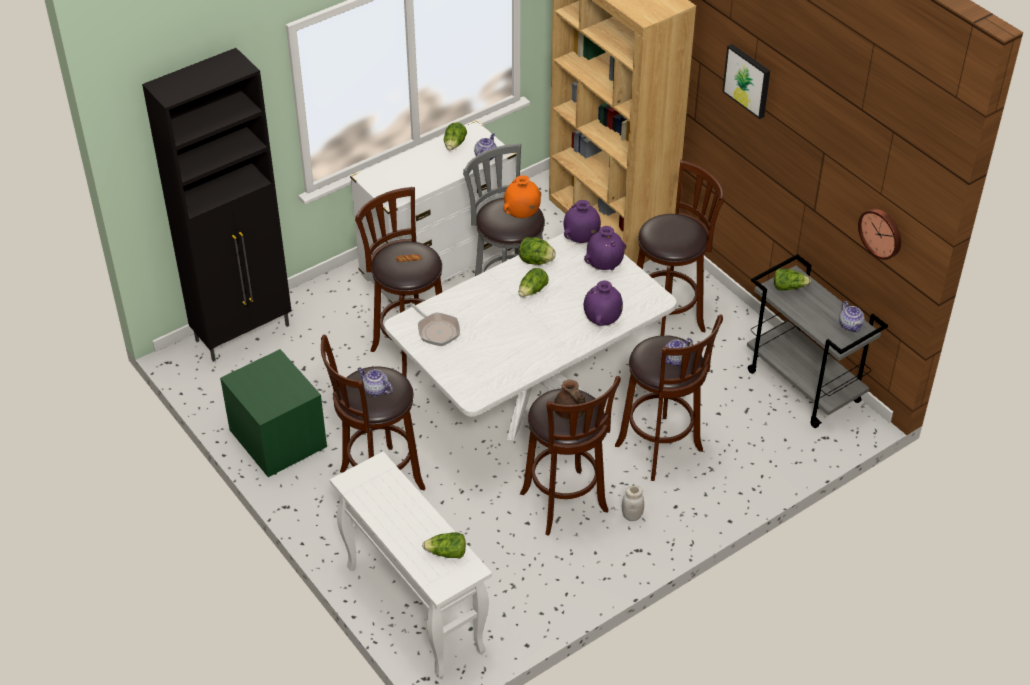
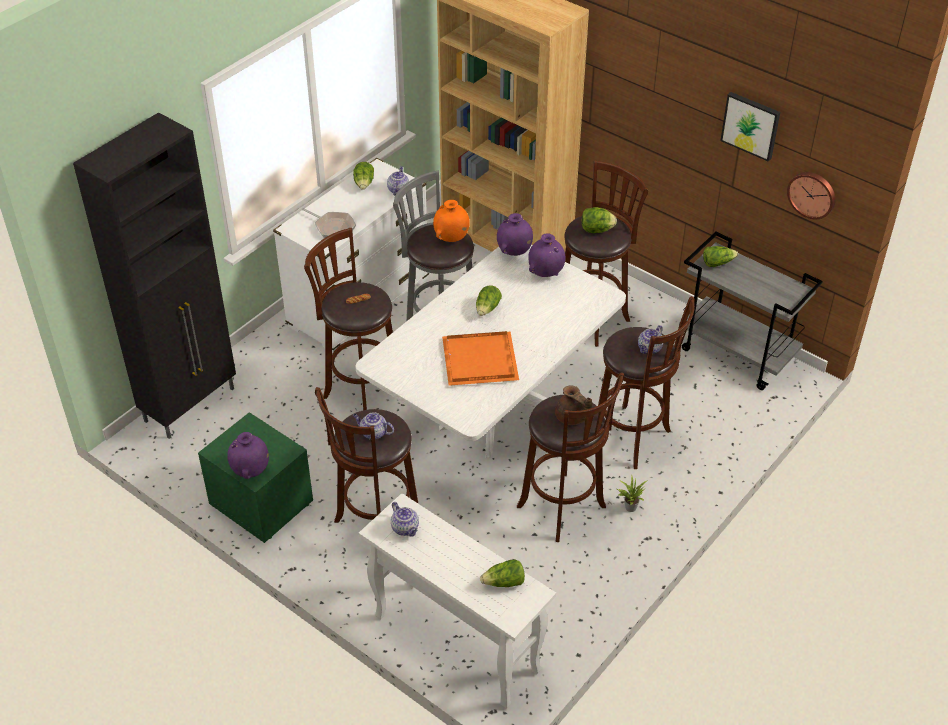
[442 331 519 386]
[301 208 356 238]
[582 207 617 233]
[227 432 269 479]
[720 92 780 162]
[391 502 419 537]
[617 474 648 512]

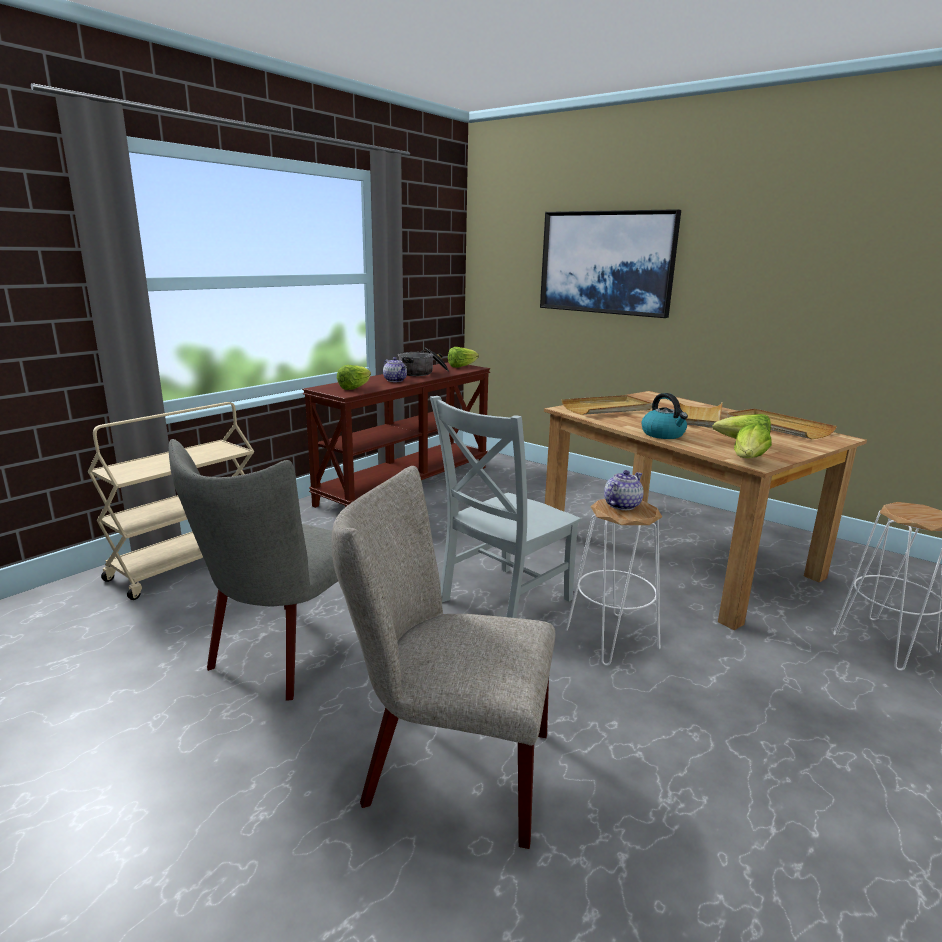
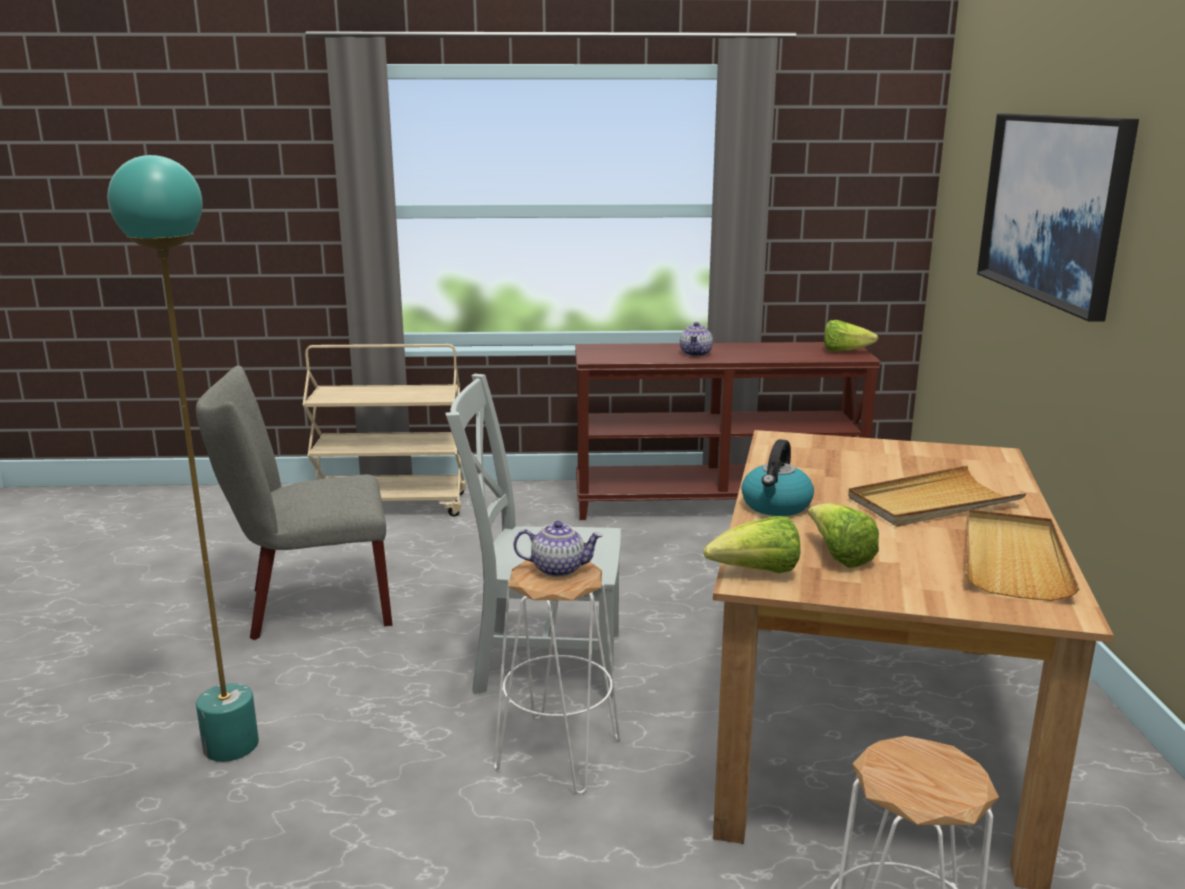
[337 365 371 390] (first image)
[398 347 449 376] (first image)
[561 395 652 415] (first image)
[107 155 259 762]

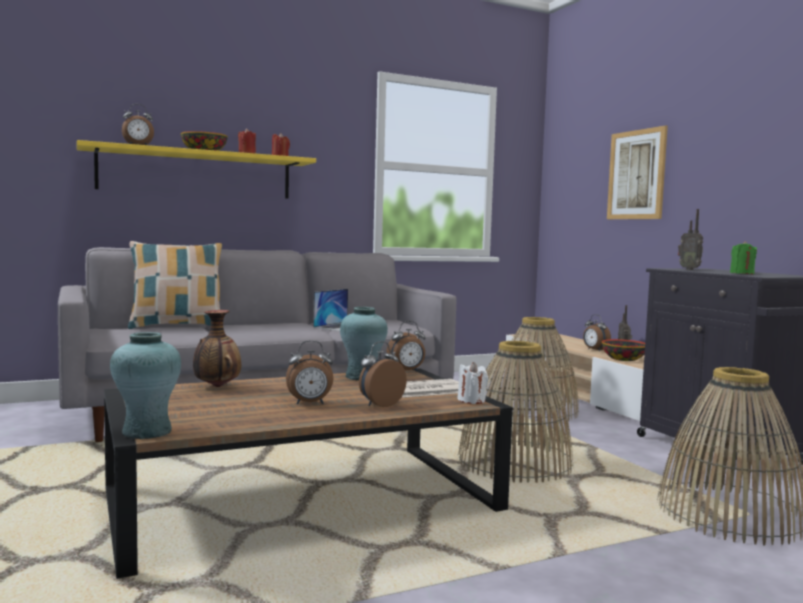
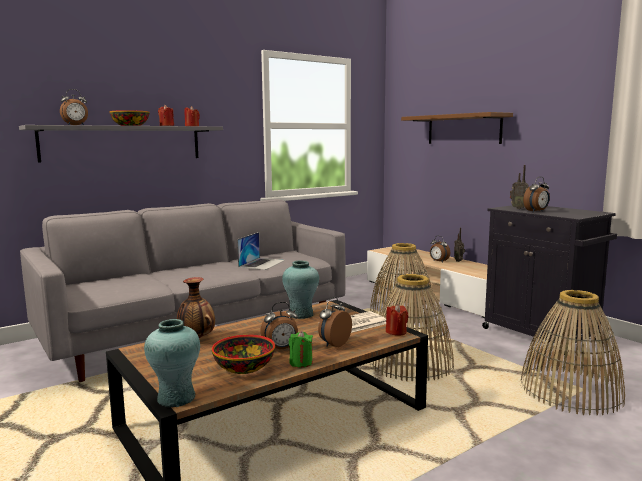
[128 241 222 329] (first image)
[523 177 550 212]
[212 335 275 374]
[289 331 313 367]
[401 112 513 144]
[19 125 223 162]
[386 304 408 336]

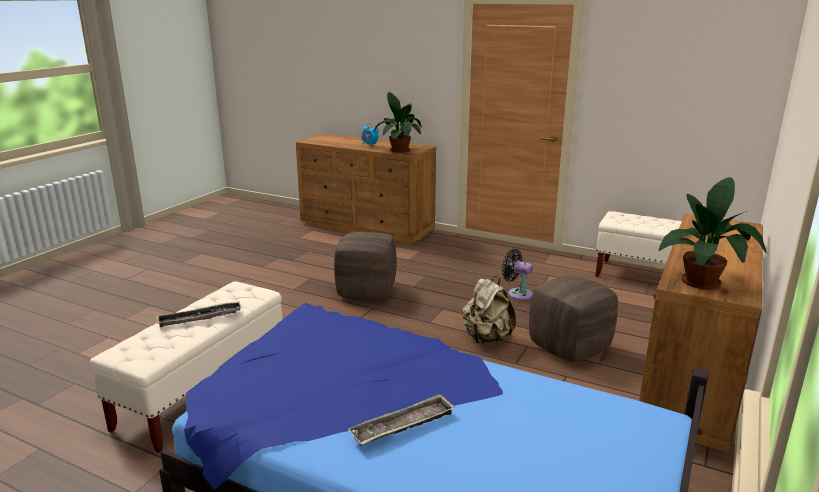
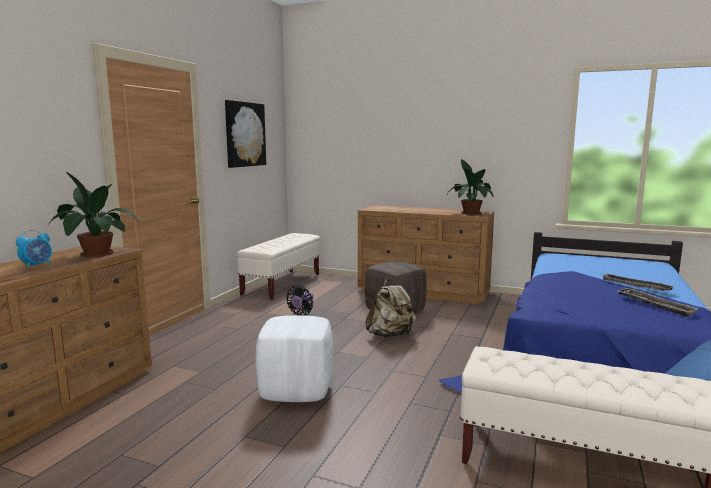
[225 100 266 168]
[618 288 699 317]
[255 315 334 402]

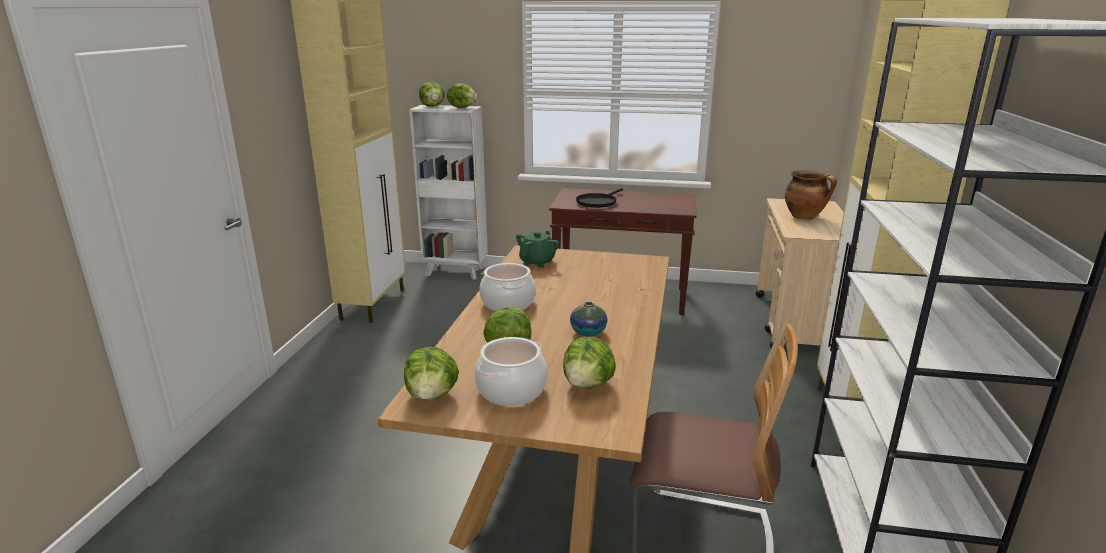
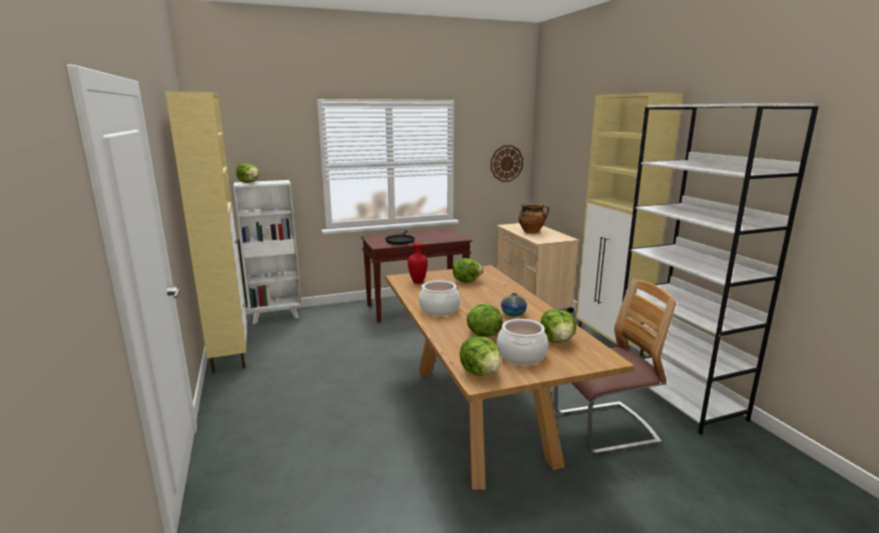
[491 145 523 182]
[453 258 484 283]
[408 243 428 284]

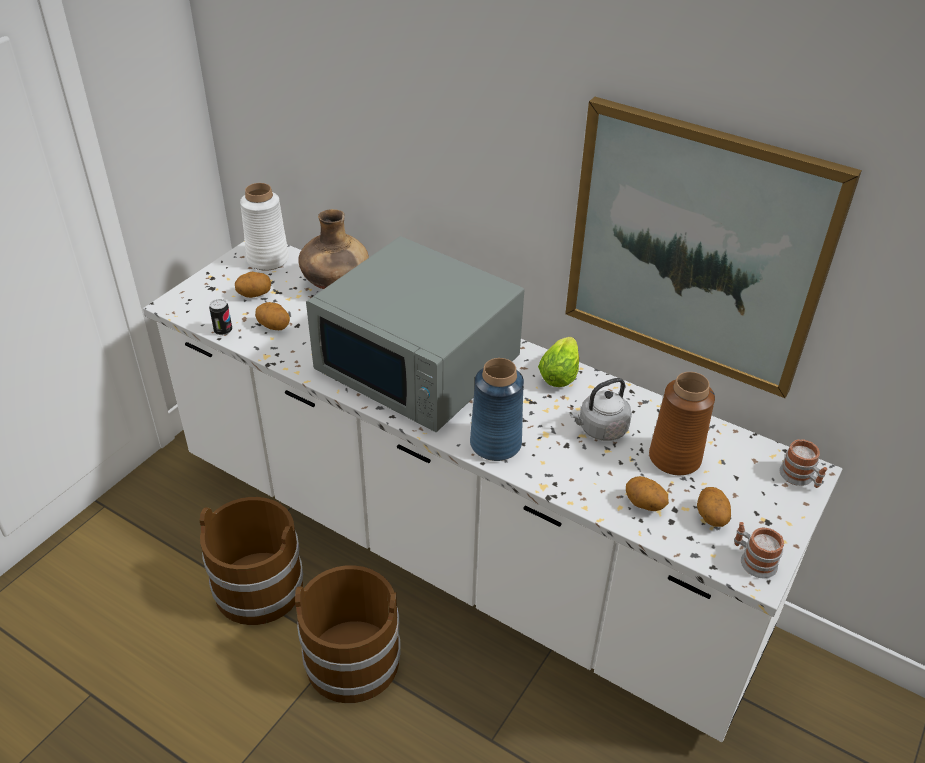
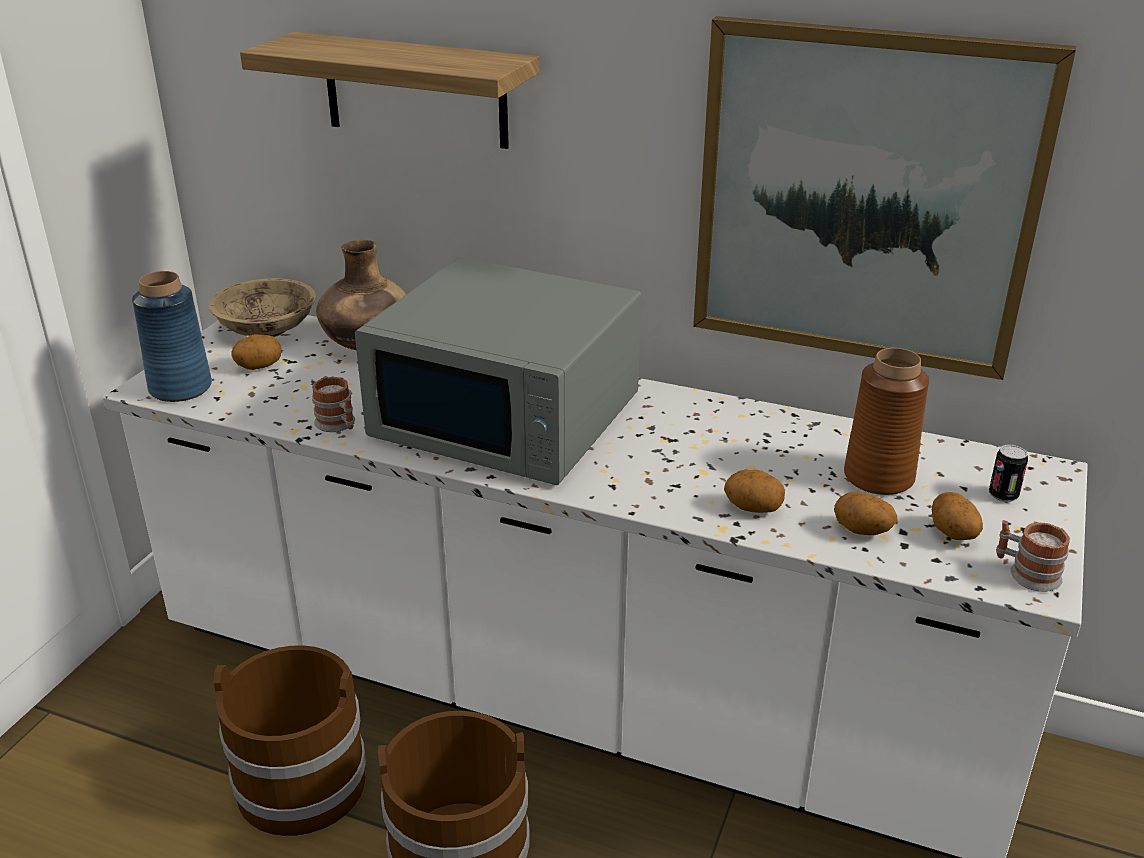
[538 337 579 387] (first image)
[569 378 632 441] (first image)
[240 32 539 149]
[989 444 1028 502]
[724 470 785 513]
[132 271 212 402]
[312 377 355 432]
[209 278 316 337]

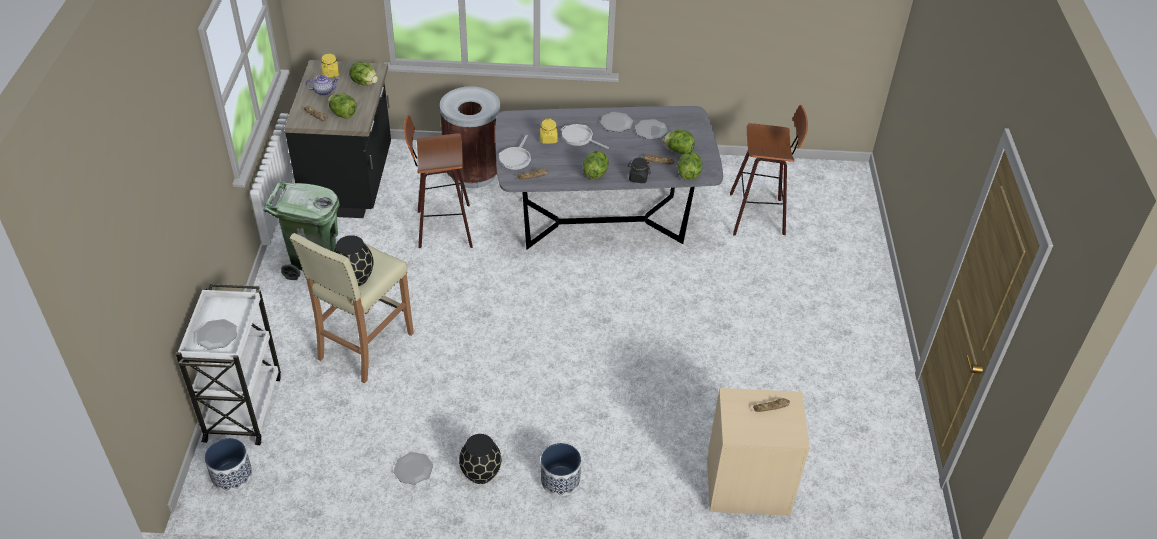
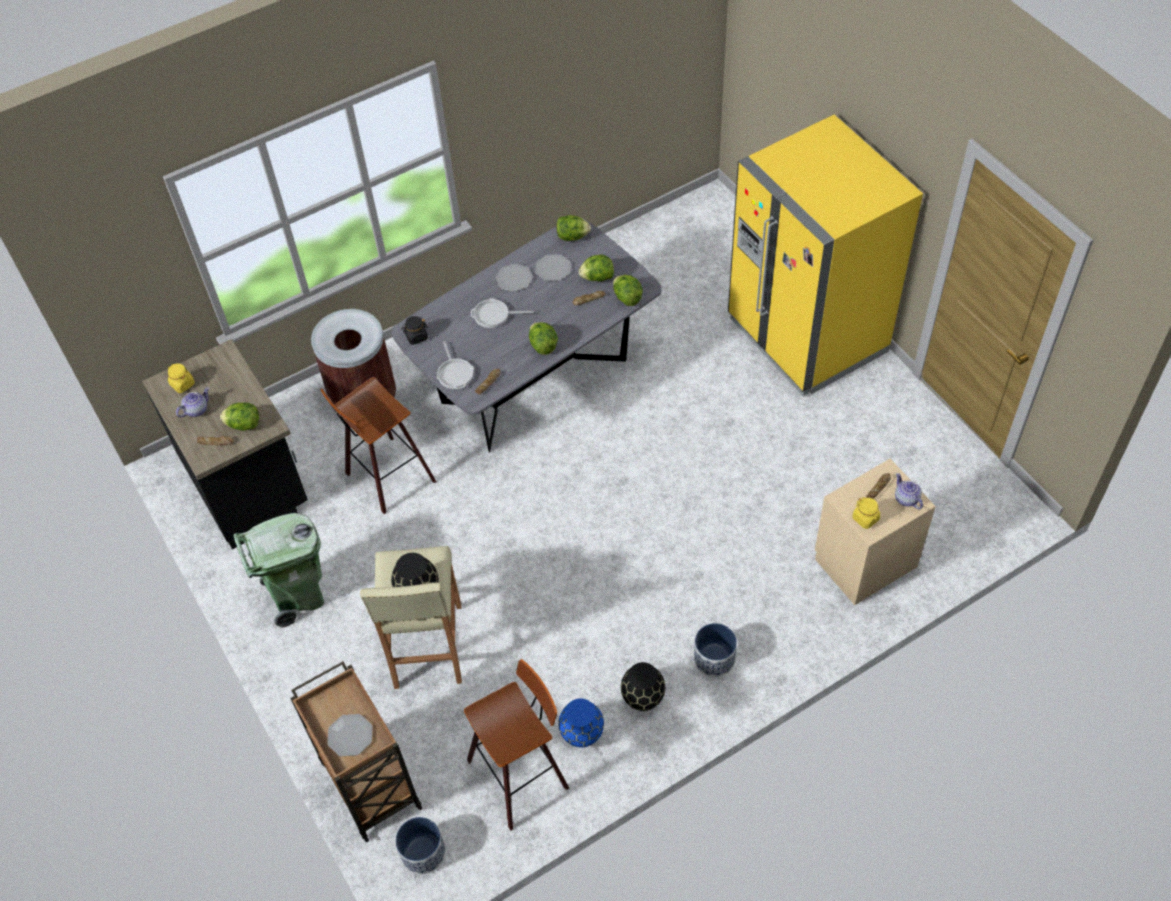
[728 115 923 397]
[895 473 923 509]
[556 215 591 241]
[853 497 880 529]
[401 316 428 345]
[464 659 569 831]
[559 698 604 747]
[290 661 423 842]

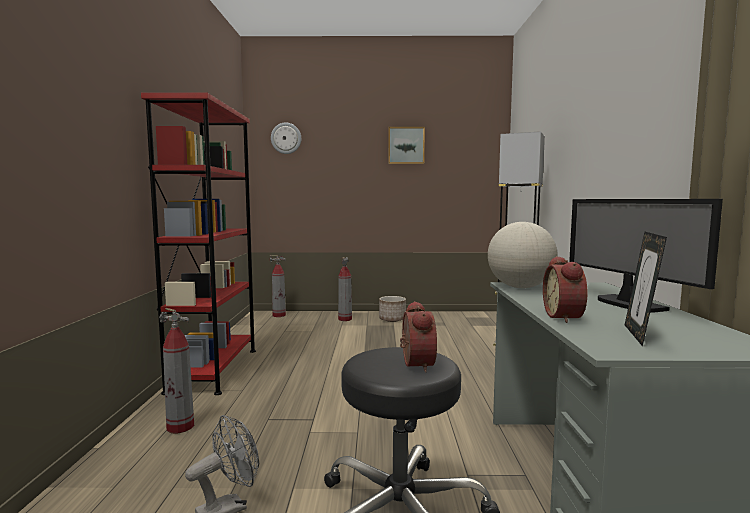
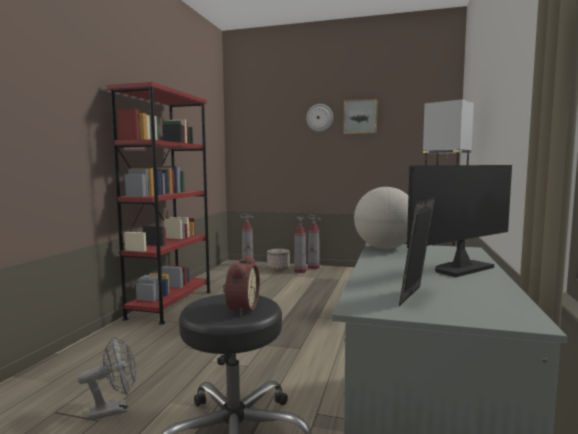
[543 256 588 323] (first image)
[307 214 320 269]
[306 104 333 132]
[267 249 290 271]
[407 165 512 277]

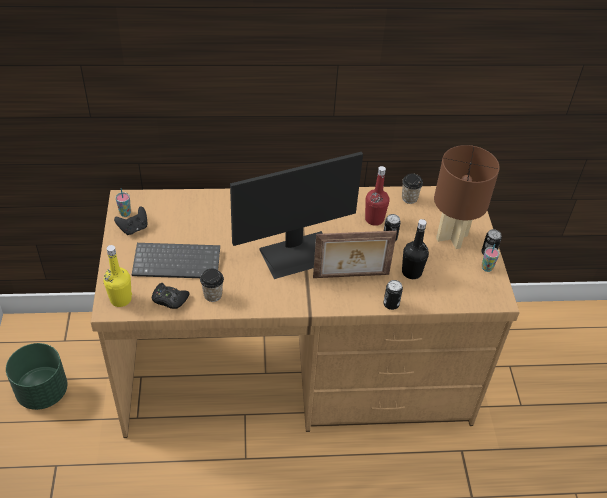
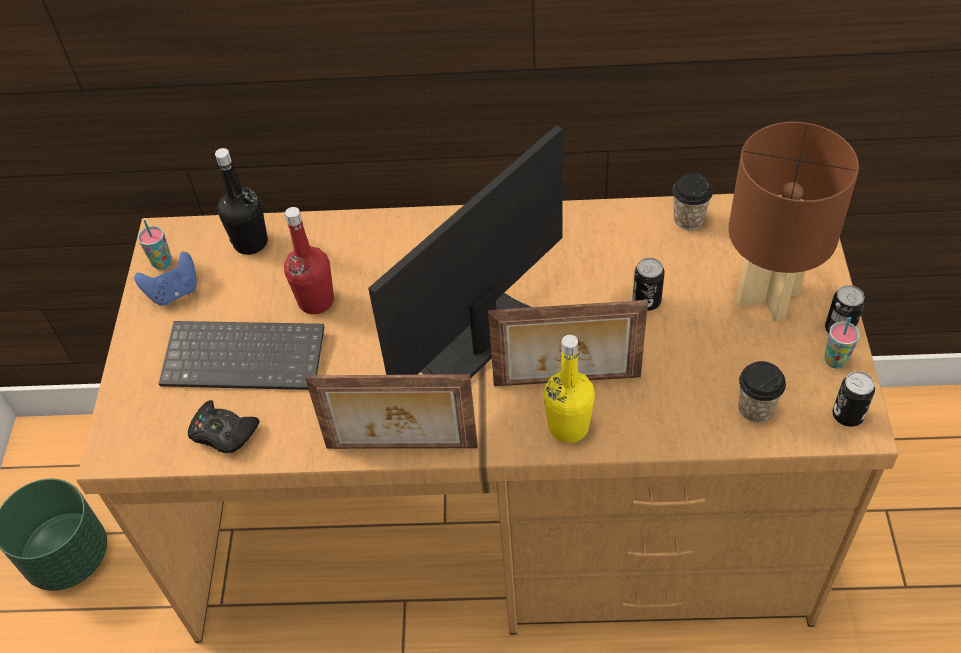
[305 374 478 449]
[544 335 595 443]
[738 361 786 423]
[284 207 334 314]
[833 371 875 427]
[215 148 268 255]
[134 252 197 305]
[368 125 563 379]

